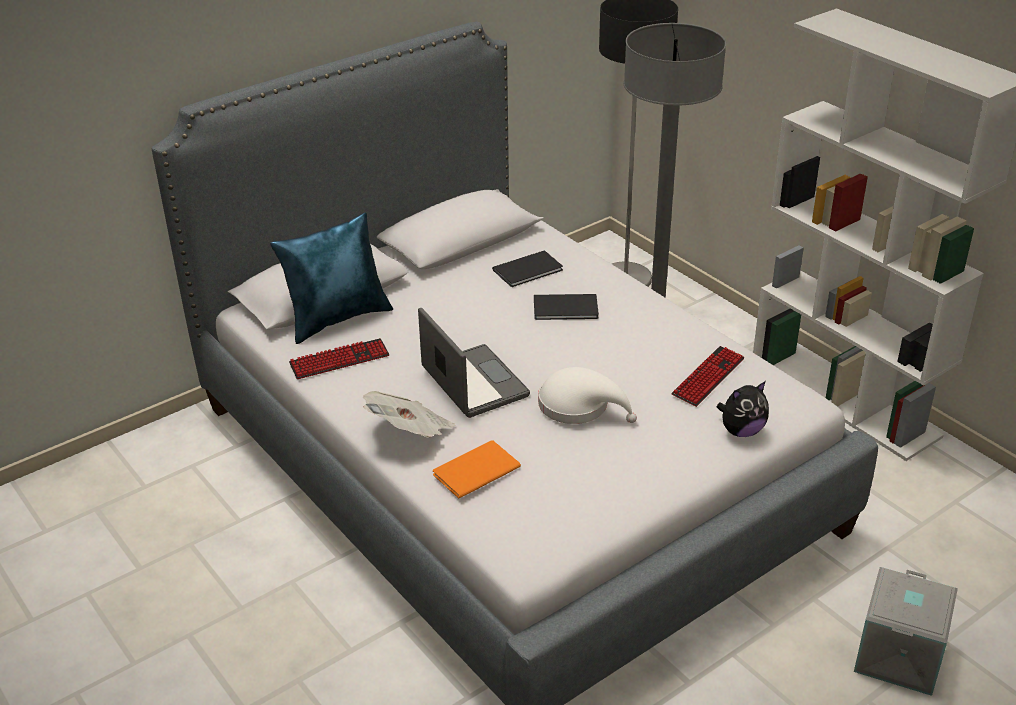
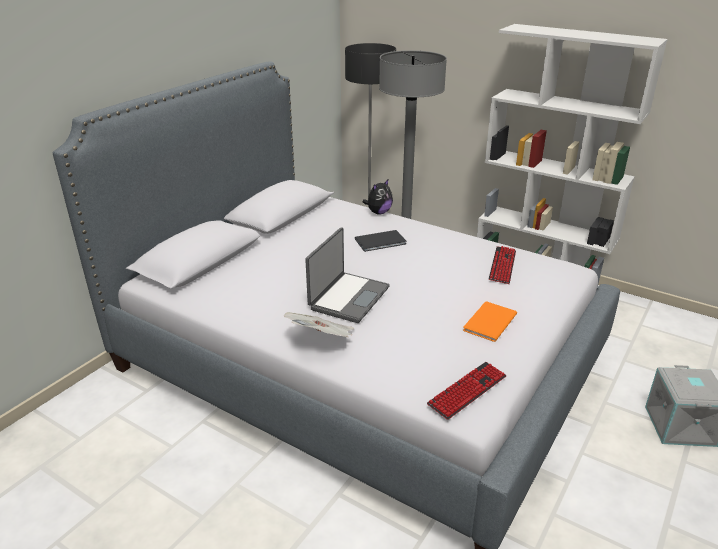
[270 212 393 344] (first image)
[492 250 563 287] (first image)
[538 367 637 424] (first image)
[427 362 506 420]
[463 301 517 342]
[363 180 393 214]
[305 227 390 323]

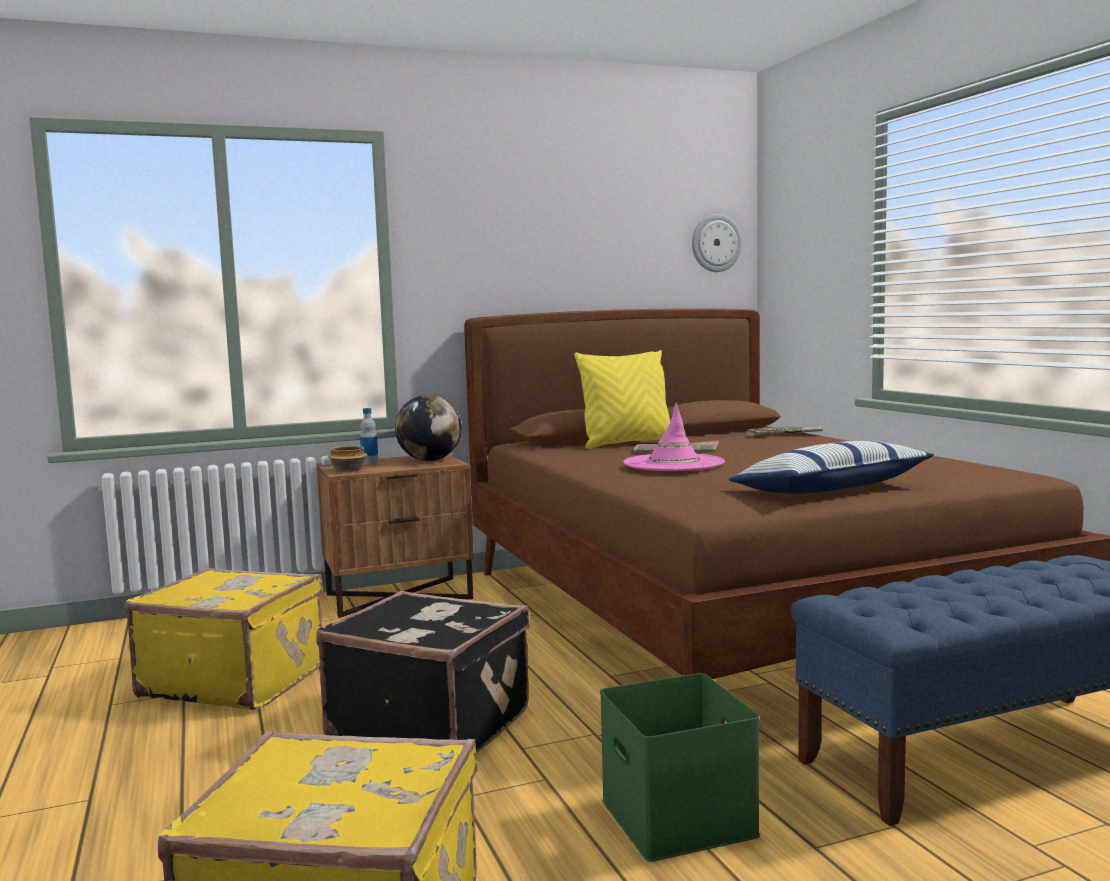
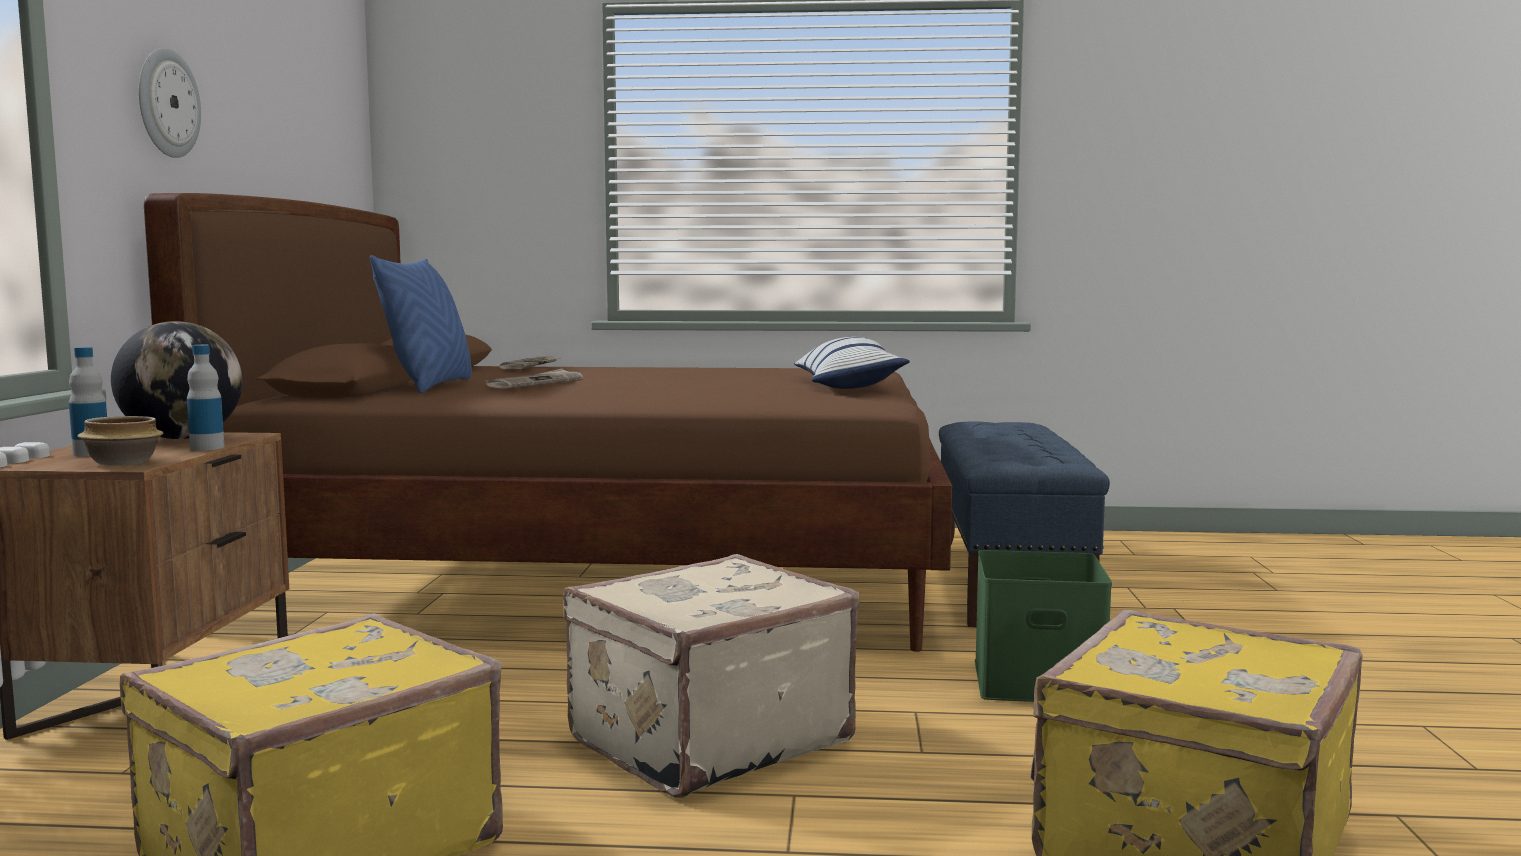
[623 403 725 471] (first image)
[187 345 224 450]
[139 48 201 158]
[563 554 860 798]
[370 255 472 393]

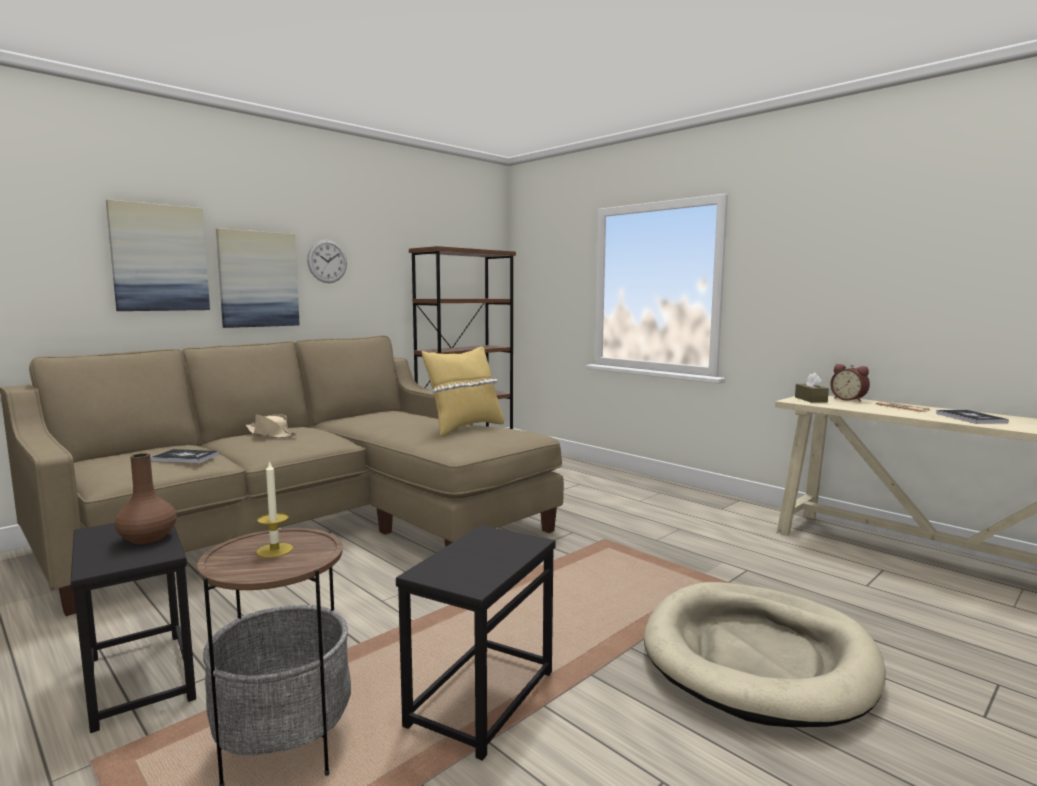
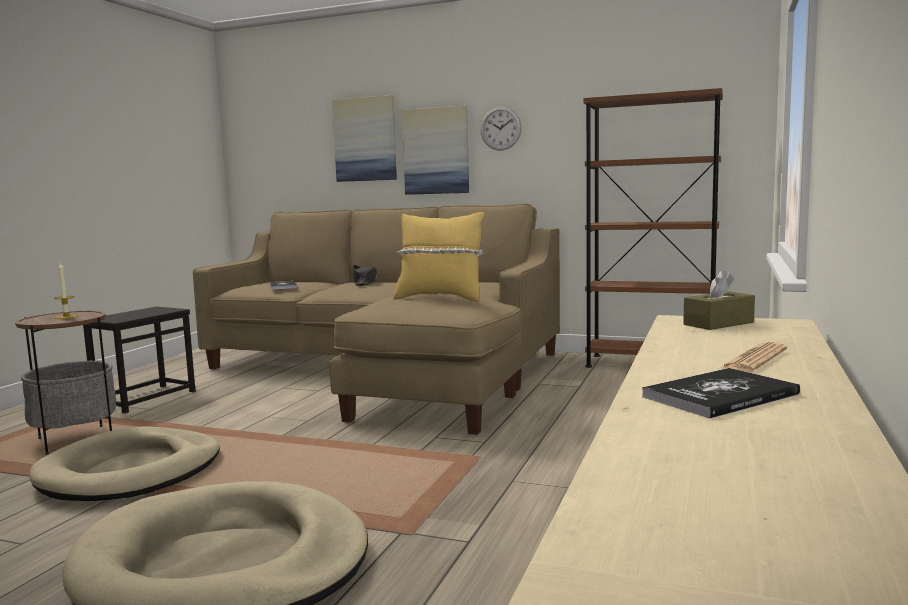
[115 453 177 544] (first image)
[830 364 870 402] (first image)
[29 426 220 501]
[352 265 377 286]

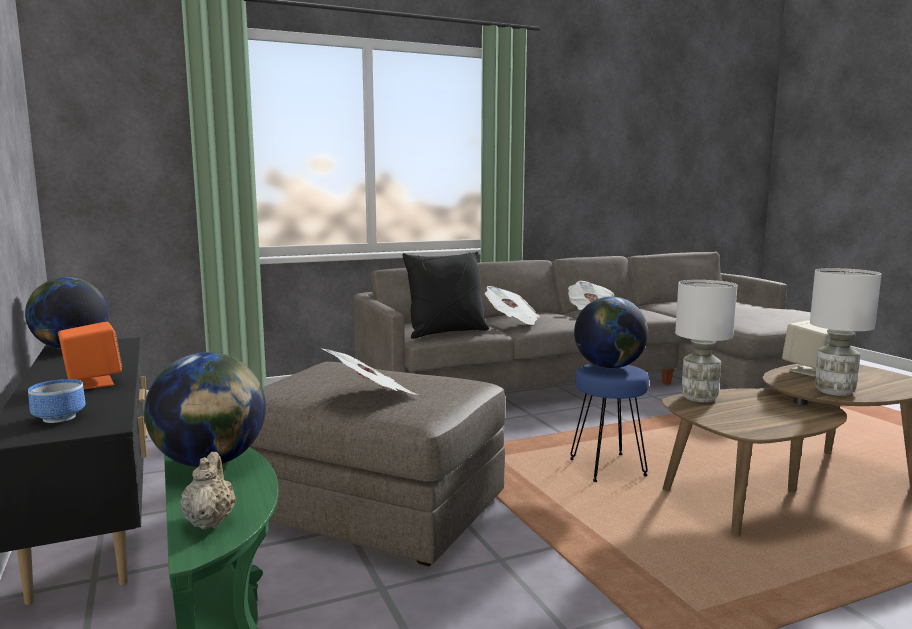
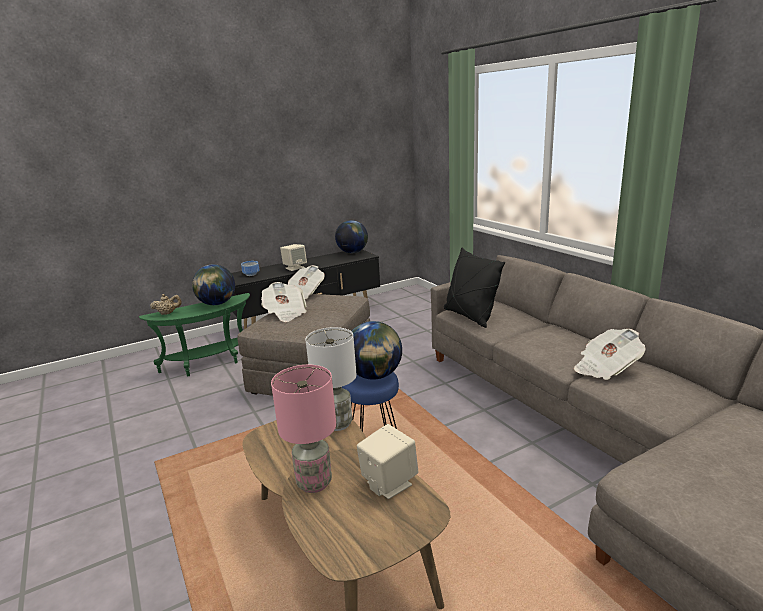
[288 265 325 299]
[280 244 307 271]
[271 365 336 493]

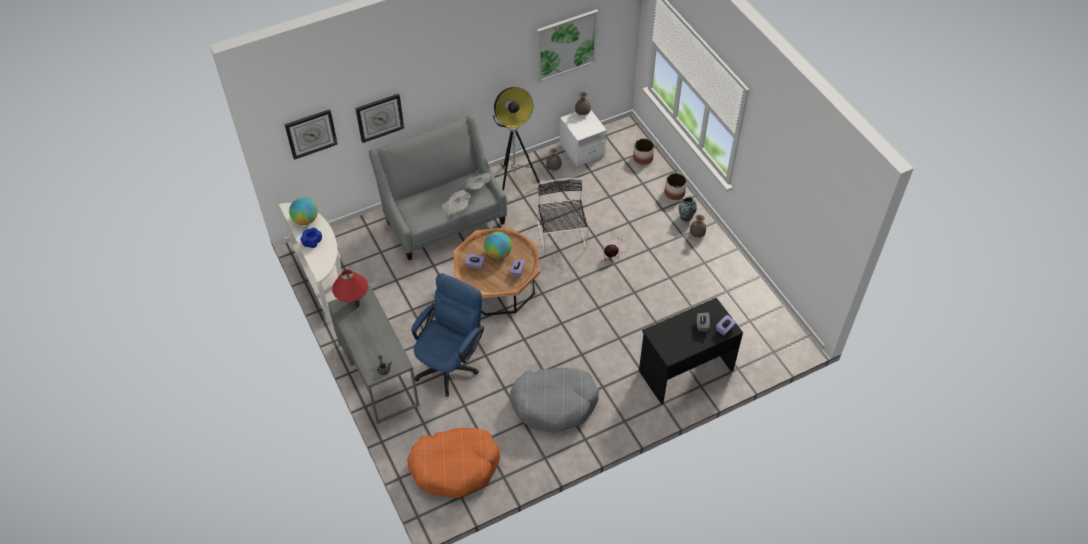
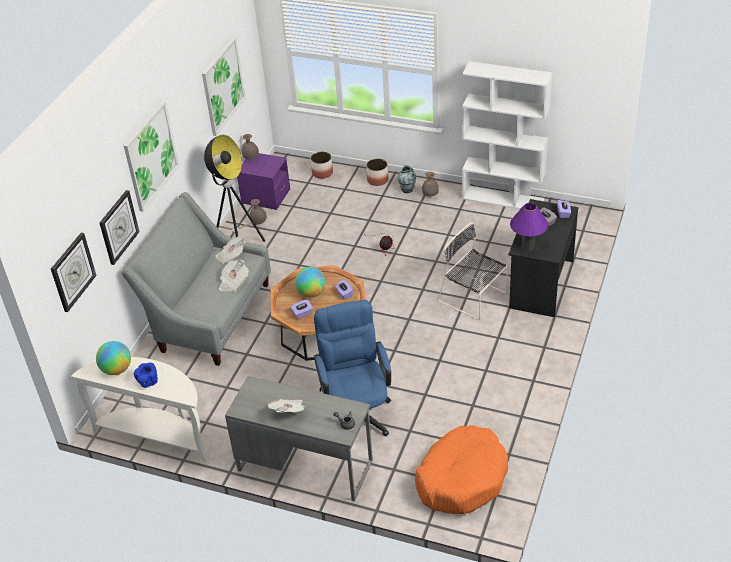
[332 269 368 309] (first image)
[510 368 599 432] (first image)
[124 101 179 212]
[268 399 305 413]
[462 61 553 209]
[510 203 548 251]
[438 222 508 320]
[237 153 290 210]

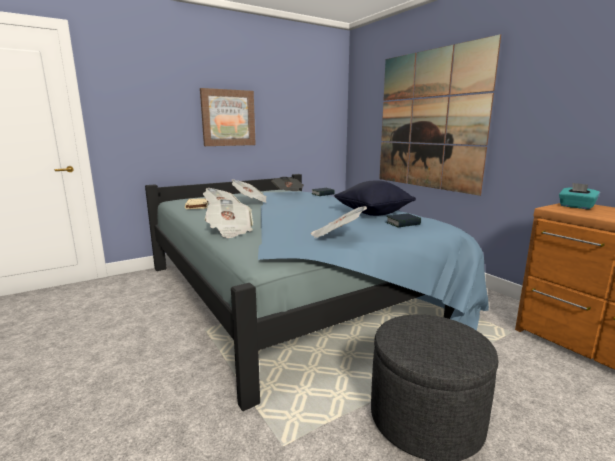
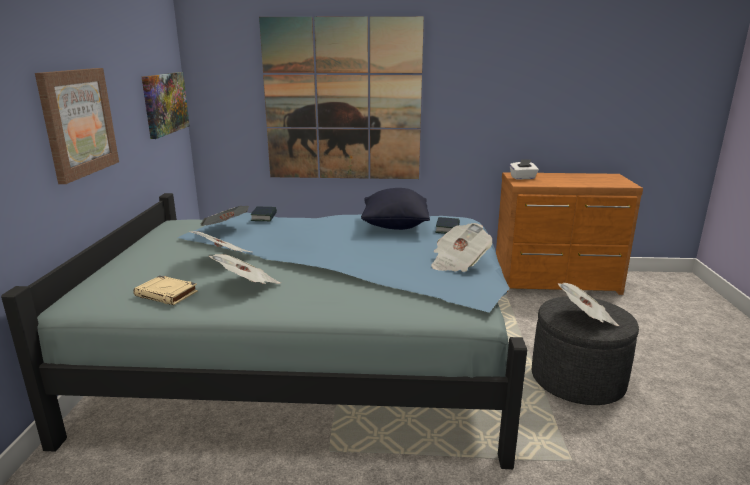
[142 72 190 139]
[558 283 619 326]
[510 159 539 180]

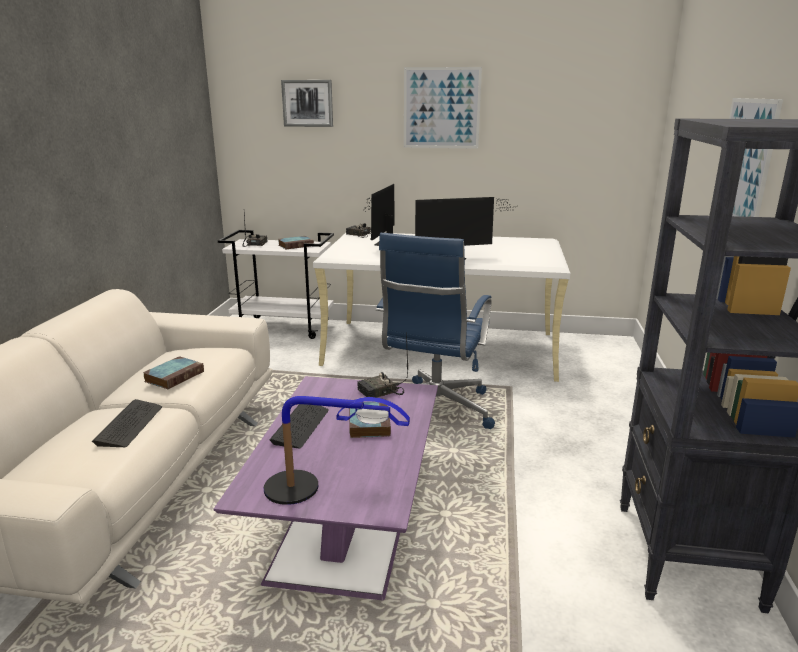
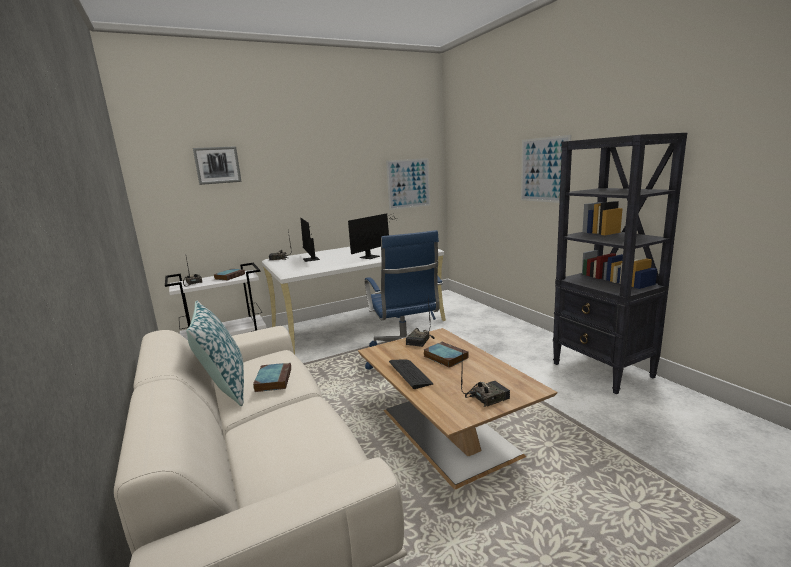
[92 399 162 447] (first image)
[186 301 244 406]
[386 158 430 210]
[461 349 510 407]
[358 328 557 489]

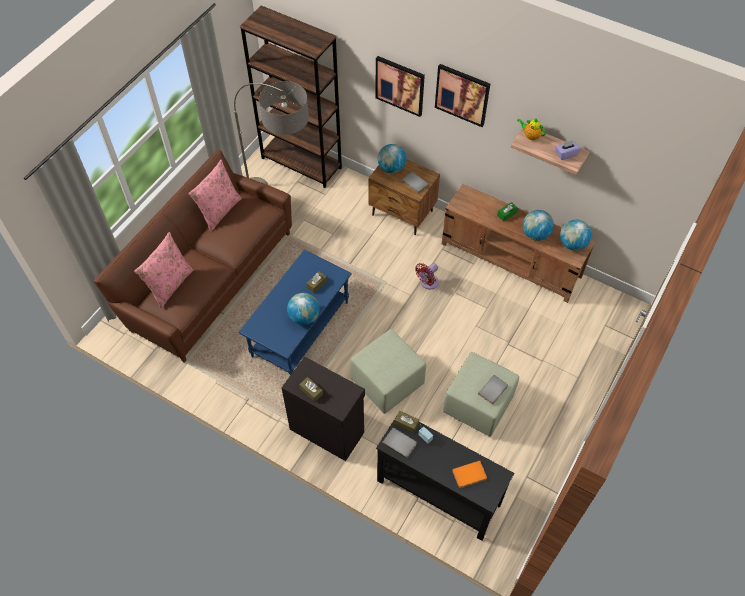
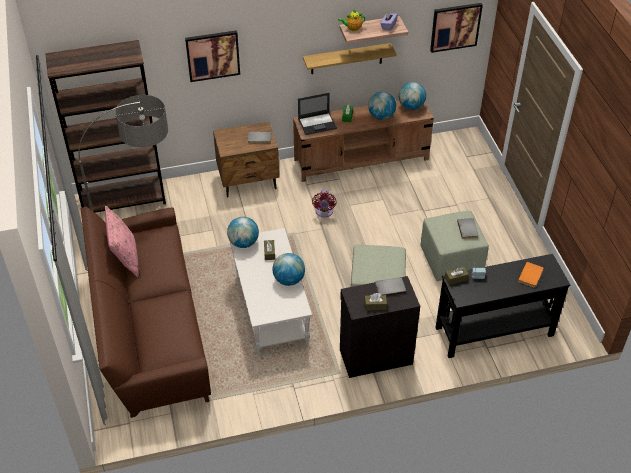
[134 232 194 308] (first image)
[298 93 337 135]
[303 43 397 74]
[227 217 259 248]
[375 277 406 296]
[430 3 483 53]
[229 228 312 355]

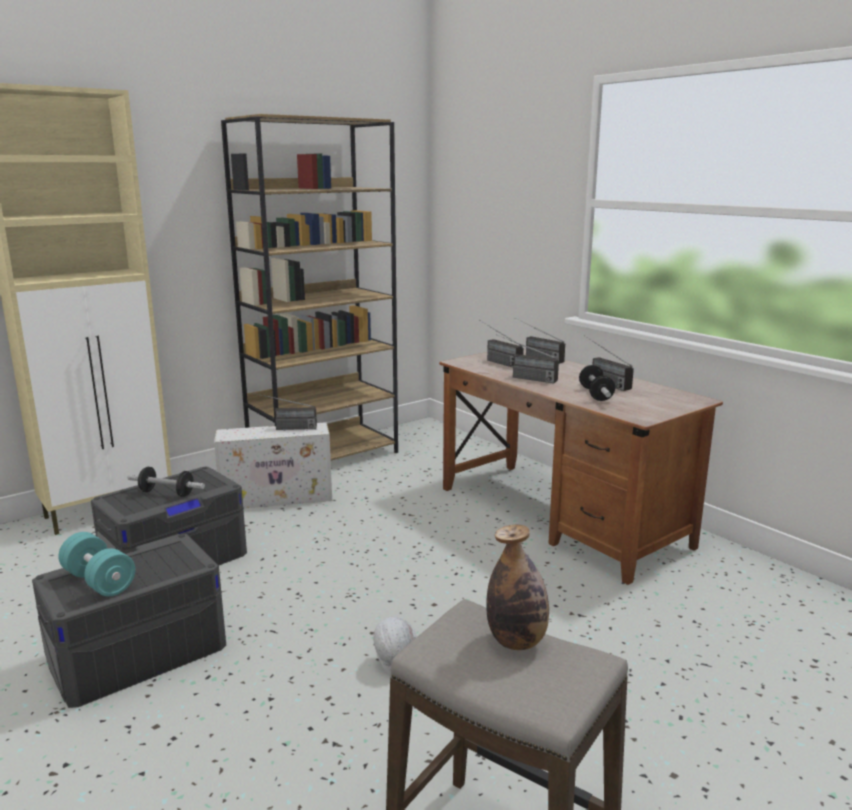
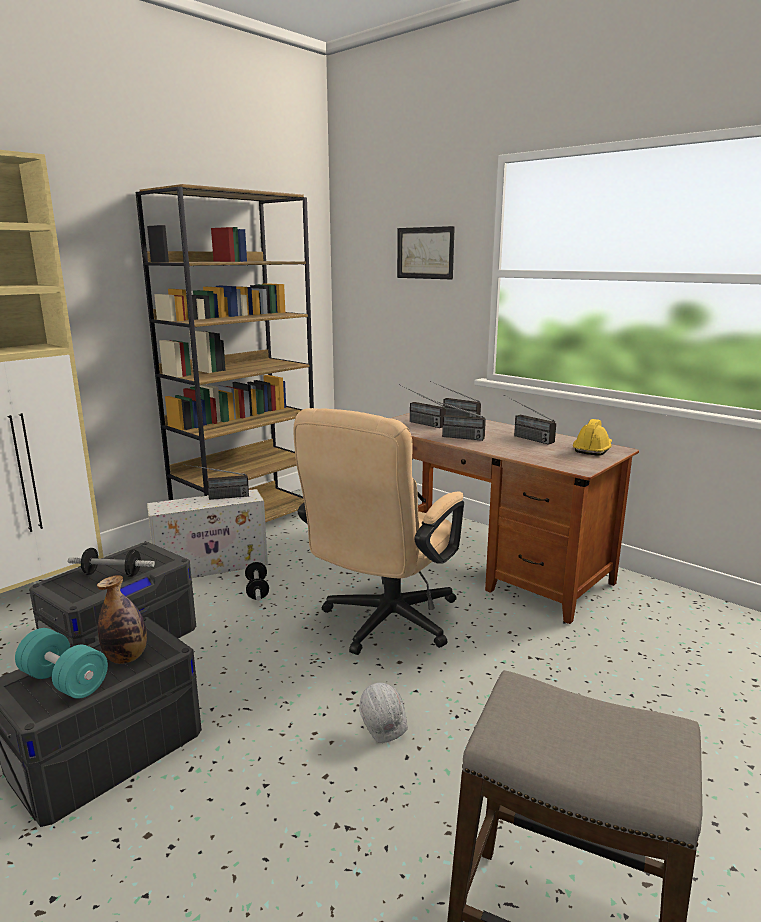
[293 408 464 655]
[397 226 455 279]
[573 419 612 456]
[97 575 147 664]
[245 562 269 601]

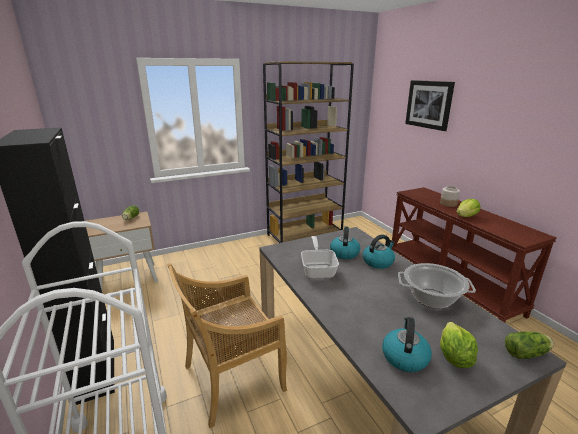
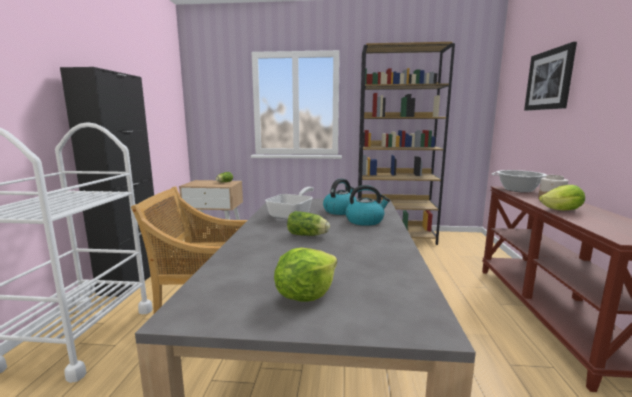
[382 317 432 372] (first image)
[491 170 546 193]
[287 211 330 236]

